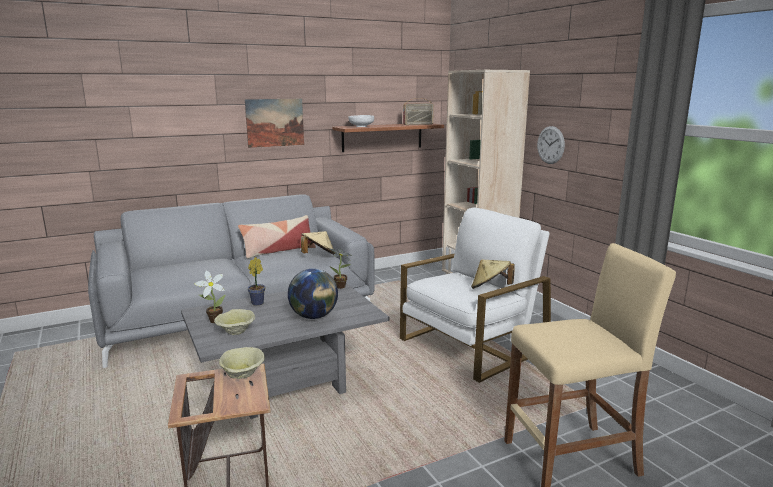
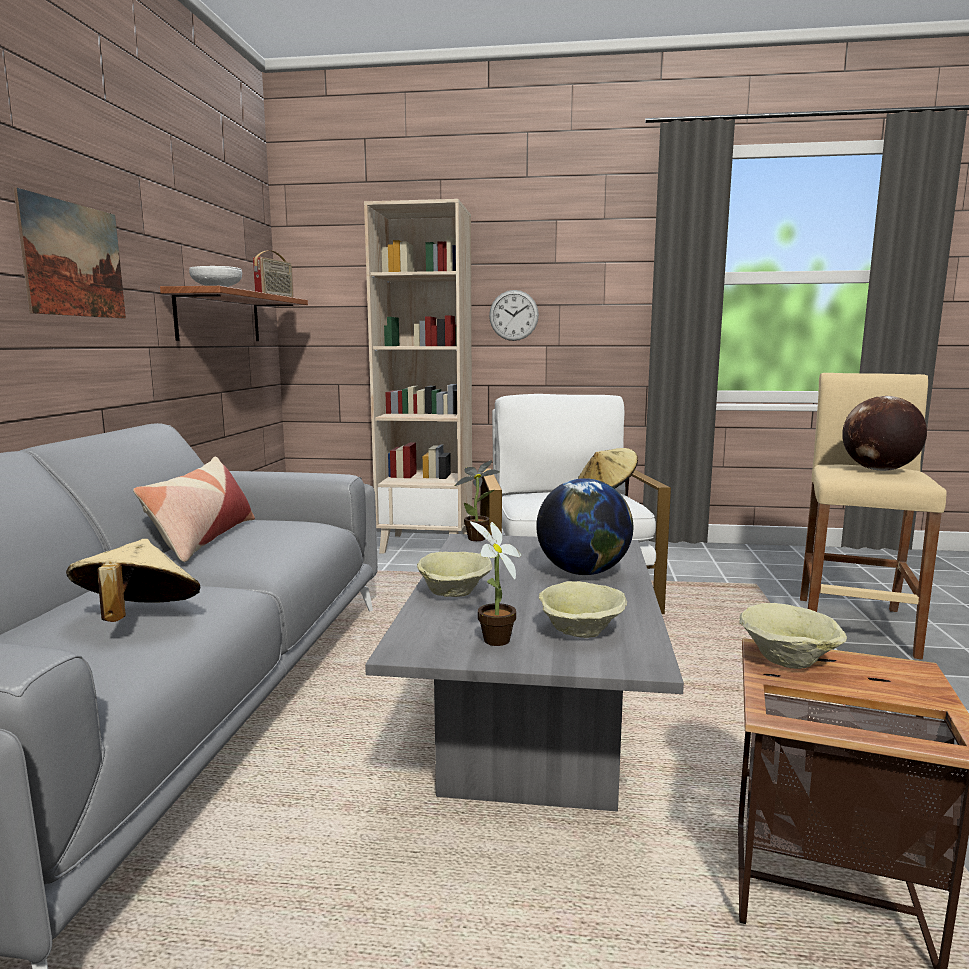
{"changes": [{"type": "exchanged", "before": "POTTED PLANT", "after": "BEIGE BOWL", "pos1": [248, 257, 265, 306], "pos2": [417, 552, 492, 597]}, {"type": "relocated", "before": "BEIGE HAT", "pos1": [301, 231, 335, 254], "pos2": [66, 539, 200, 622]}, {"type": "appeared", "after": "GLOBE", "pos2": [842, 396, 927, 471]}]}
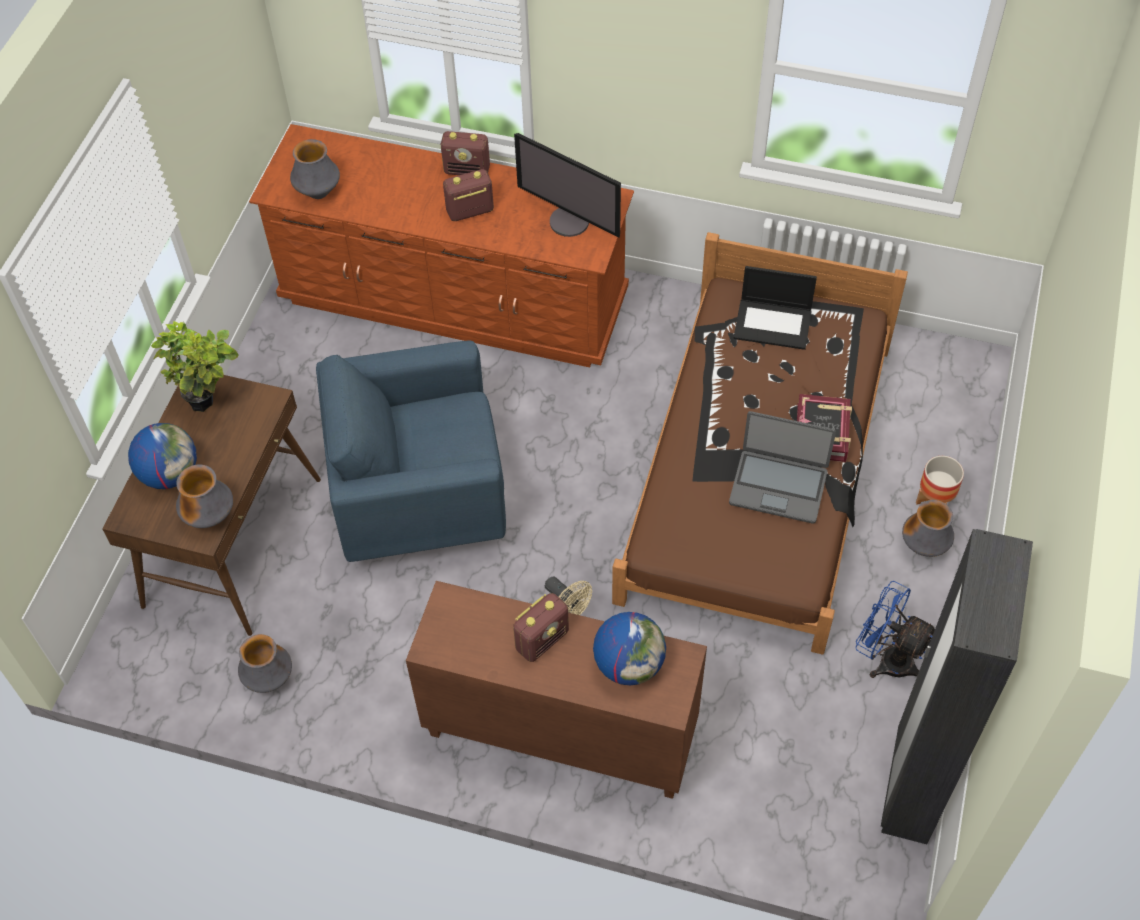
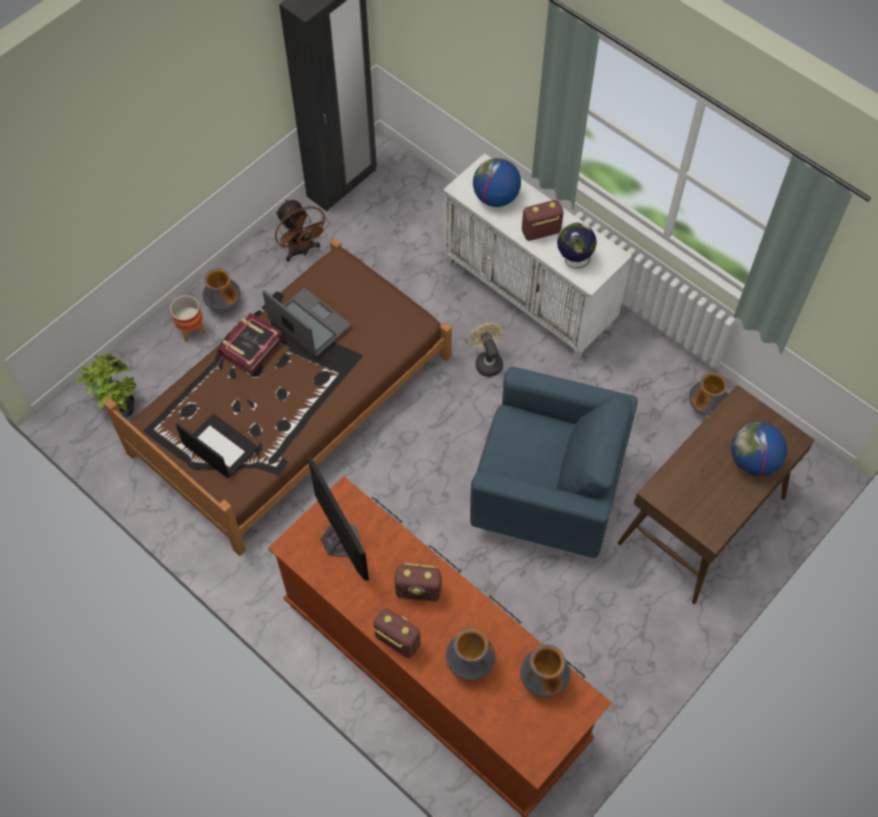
{"changes": [{"type": "relocated", "before": "POTTED PLANT", "pos1": [151, 321, 238, 412], "pos2": [75, 354, 137, 417]}, {"type": "relocated", "before": "VASE", "pos1": [176, 464, 233, 528], "pos2": [446, 628, 496, 680]}, {"type": "colour", "before": "BROWN CABINET", "after": "WHITE CABINET", "pos1": [406, 581, 707, 799], "pos2": [443, 153, 632, 360]}, {"type": "colour", "before": "BLUE FAN", "after": "BROWN FAN", "pos1": [855, 581, 935, 678], "pos2": [275, 199, 330, 261]}, {"type": "appeared", "after": "GLOBE", "pos2": [557, 222, 597, 268]}]}
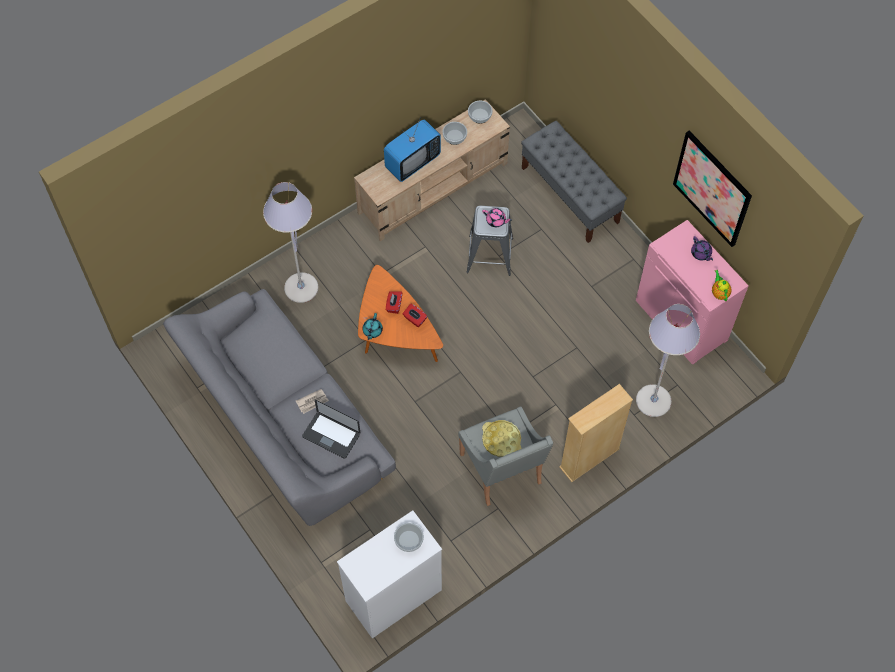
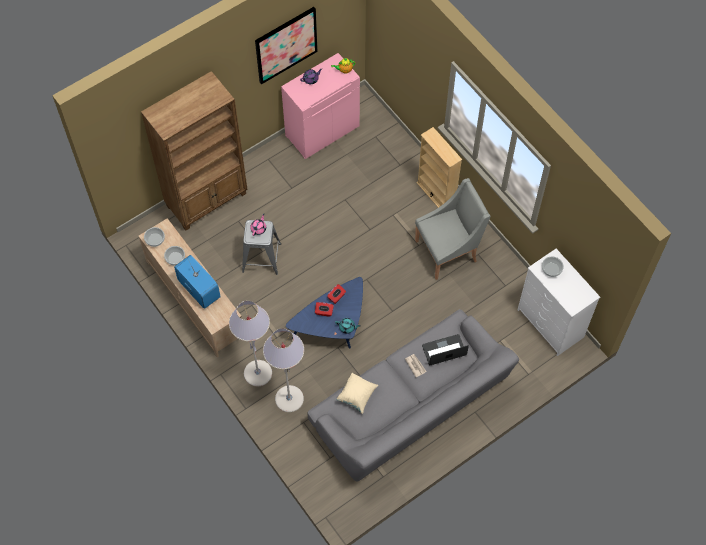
{"changes": [{"type": "spun", "before": "LAPTOP", "pos1": [302, 400, 360, 459], "pos2": [422, 334, 469, 365], "turn": -135}, {"type": "colour", "before": "ORANGE COFFEE TABLE", "after": "BLUE COFFEE TABLE", "pos1": [358, 265, 443, 362], "pos2": [286, 277, 363, 348]}, {"type": "missing", "before": "YELLOW TRAY", "pos1": [482, 420, 521, 457]}, {"type": "exchanged", "before": "GREY BENCH", "after": "BROWN BOOKCASE", "pos1": [521, 121, 627, 243], "pos2": [141, 71, 248, 231]}, {"type": "relocated", "before": "GREY FLOOR LAMP", "pos1": [636, 304, 700, 417], "pos2": [229, 301, 272, 386]}, {"type": "appeared", "after": "BEIGE PILLOW", "pos2": [336, 373, 378, 414]}]}
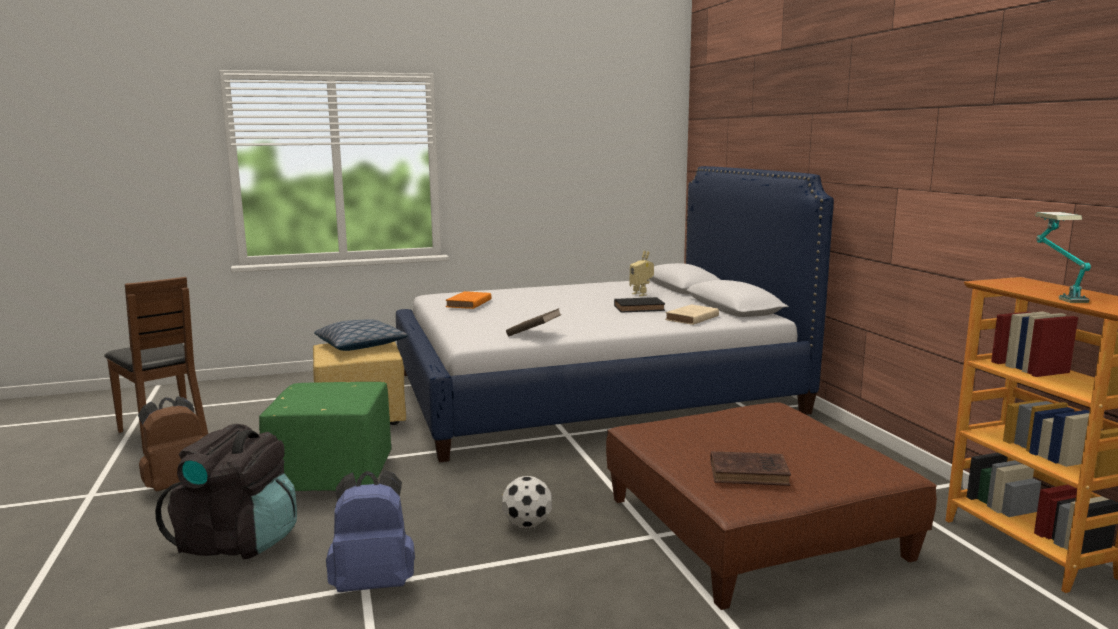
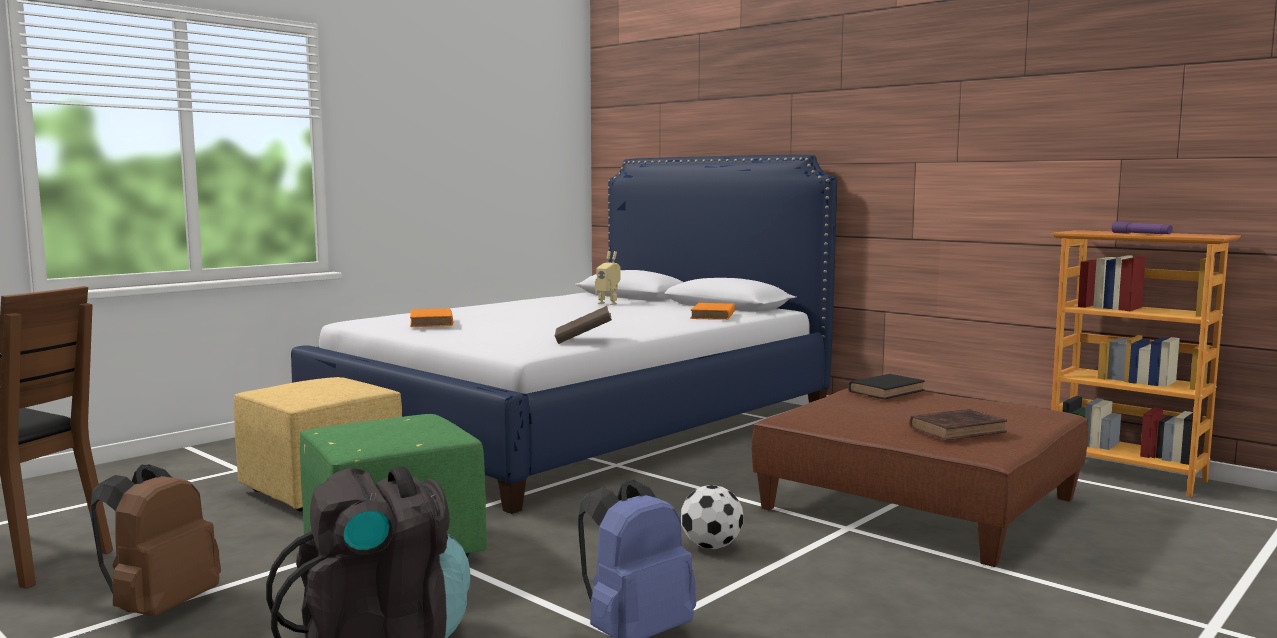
{"changes": [{"type": "missing", "before": "PILLOW", "pos1": [314, 319, 408, 351]}, {"type": "relocated", "before": "BLACK BOOK", "pos1": [614, 297, 665, 313], "pos2": [849, 374, 925, 399]}, {"type": "colour", "before": "BEIGE BOOK", "after": "ORANGE BOOK", "pos1": [665, 304, 719, 325], "pos2": [690, 303, 735, 320]}, {"type": "exchanged", "before": "TABLE LAMP", "after": "PURPLE FLASHLIGHT", "pos1": [1035, 212, 1091, 303], "pos2": [1111, 221, 1173, 234]}]}
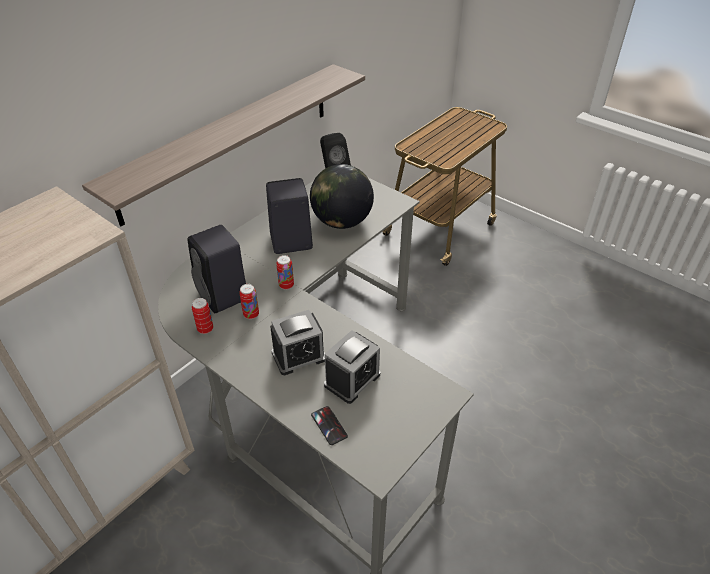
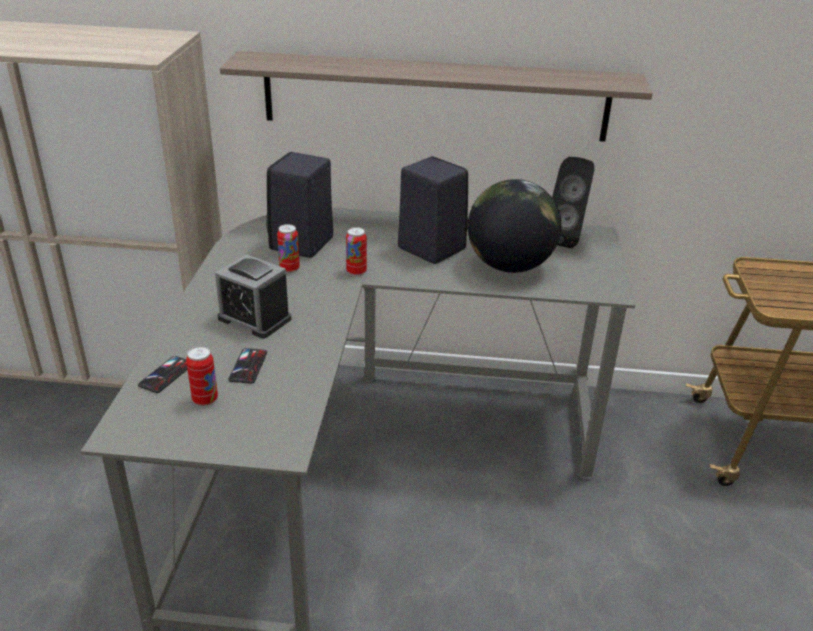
{"changes": [{"type": "relocated", "before": "CAN", "pos1": [192, 298, 213, 334], "pos2": [186, 346, 218, 406]}, {"type": "exchanged", "before": "ALARM CLOCK", "after": "PHONE", "pos1": [324, 330, 380, 404], "pos2": [229, 348, 267, 384]}]}
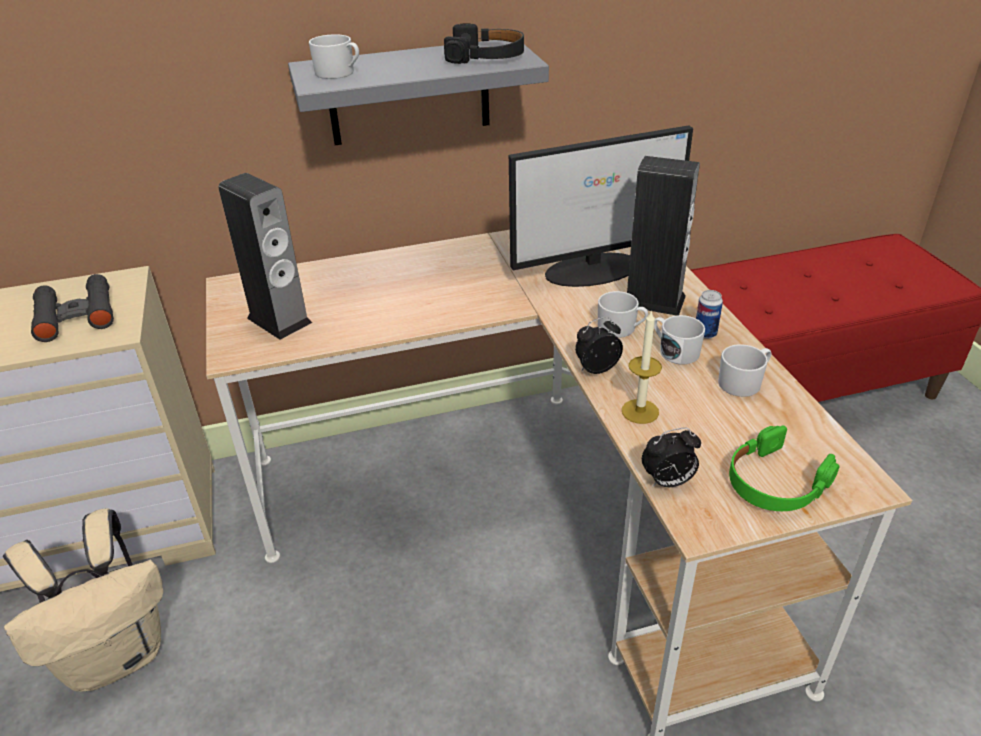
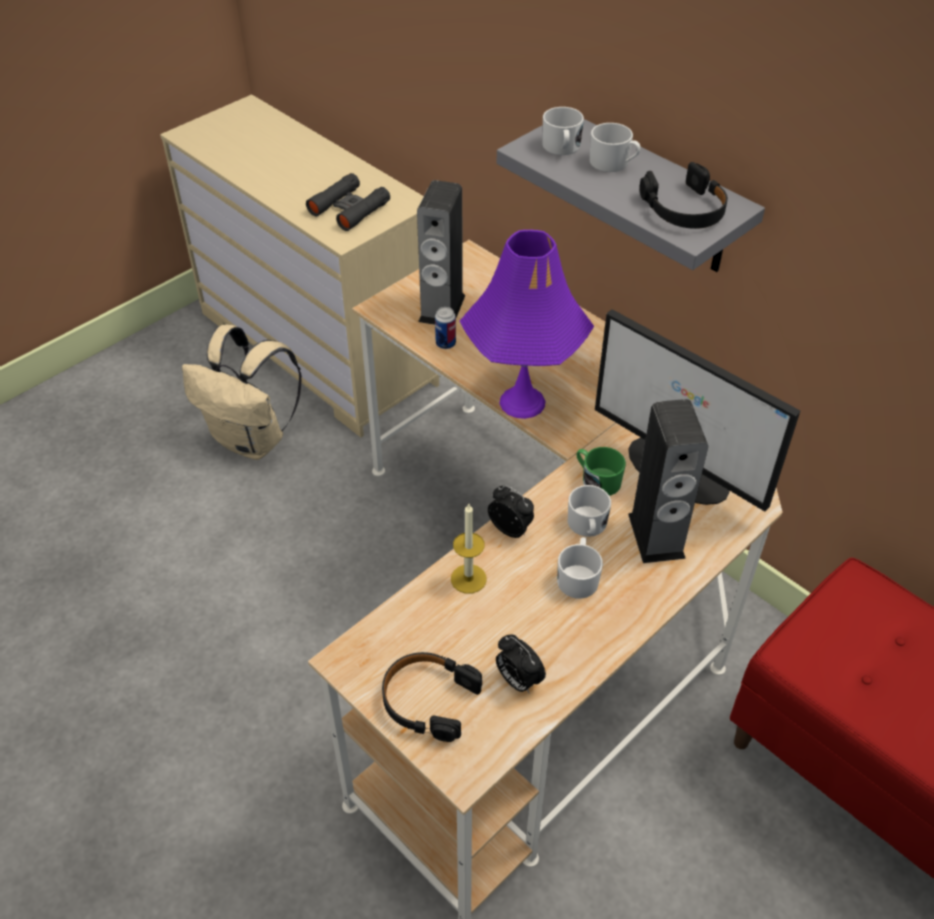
{"changes": [{"type": "relocated", "before": "ALARM CLOCK", "pos1": [642, 428, 701, 487], "pos2": [496, 634, 546, 694]}, {"type": "relocated", "before": "CAN", "pos1": [696, 290, 723, 339], "pos2": [435, 307, 456, 349]}, {"type": "relocated", "before": "WHITE MUG", "pos1": [718, 344, 771, 397], "pos2": [590, 123, 641, 172]}, {"type": "colour", "before": "GREEN HEADPHONES", "after": "BLACK HEADPHONES", "pos1": [729, 425, 840, 511], "pos2": [382, 652, 482, 742]}, {"type": "appeared", "after": "PURPLE TABLE LAMP", "pos2": [460, 230, 594, 419]}, {"type": "appeared", "after": "GREEN MUG", "pos2": [576, 447, 626, 496]}]}
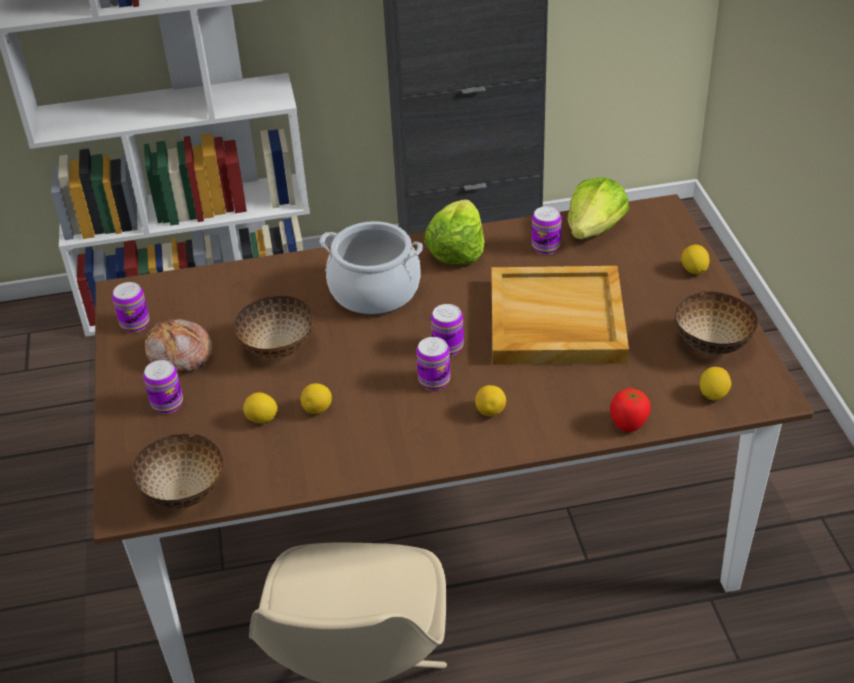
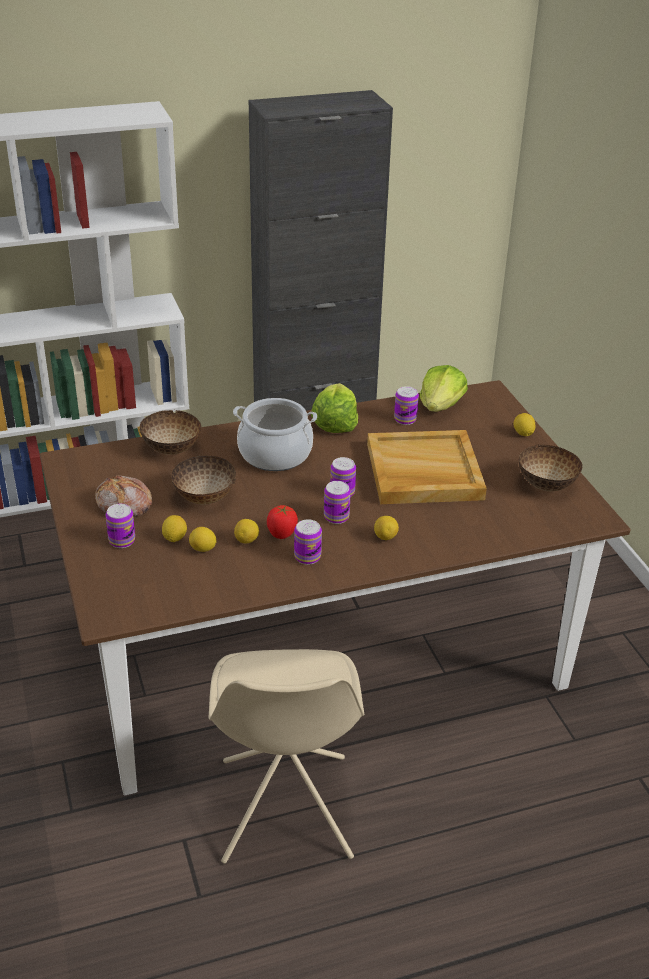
{"changes": [{"type": "relocated", "before": "CAN", "pos1": [112, 282, 150, 332], "pos2": [294, 519, 322, 565]}, {"type": "relocated", "before": "BOWL", "pos1": [132, 433, 223, 509], "pos2": [140, 410, 201, 455]}, {"type": "relocated", "before": "TOMATO", "pos1": [610, 388, 651, 432], "pos2": [267, 505, 298, 539]}, {"type": "relocated", "before": "LEMON", "pos1": [700, 367, 731, 401], "pos2": [162, 515, 187, 542]}]}
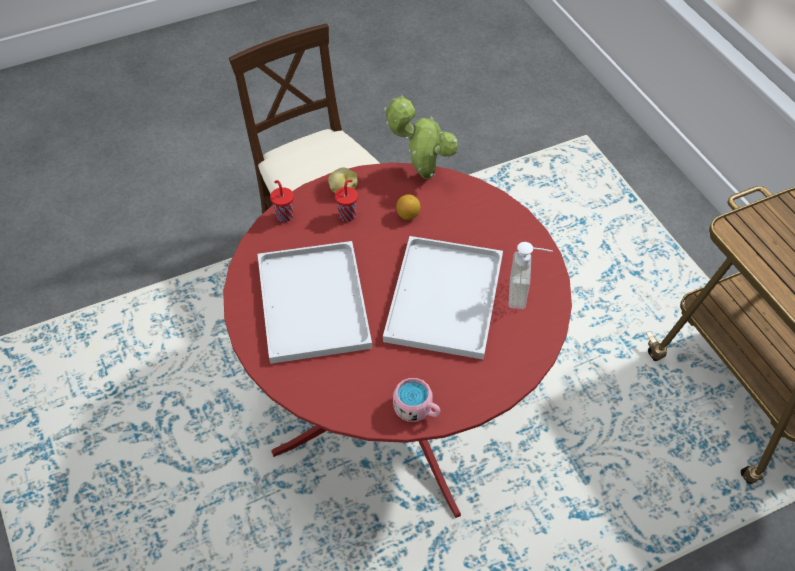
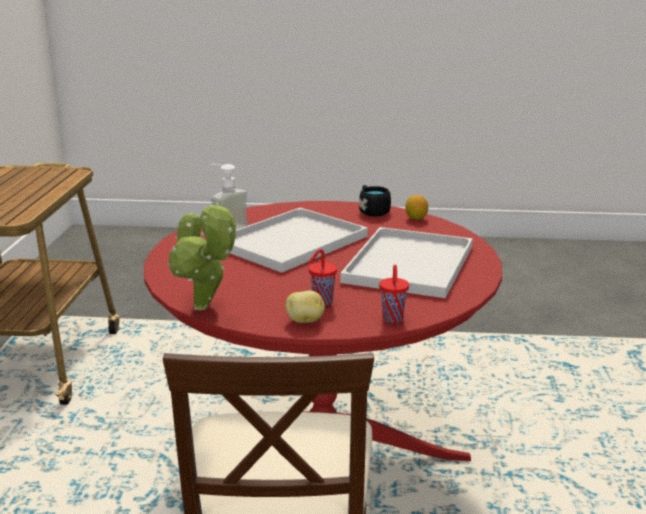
{"changes": [{"type": "colour", "before": "PINK MUG", "after": "BLACK MUG", "pos1": [393, 378, 440, 422], "pos2": [359, 185, 391, 216]}, {"type": "relocated", "before": "LEMON", "pos1": [396, 194, 420, 220], "pos2": [405, 195, 428, 220]}]}
